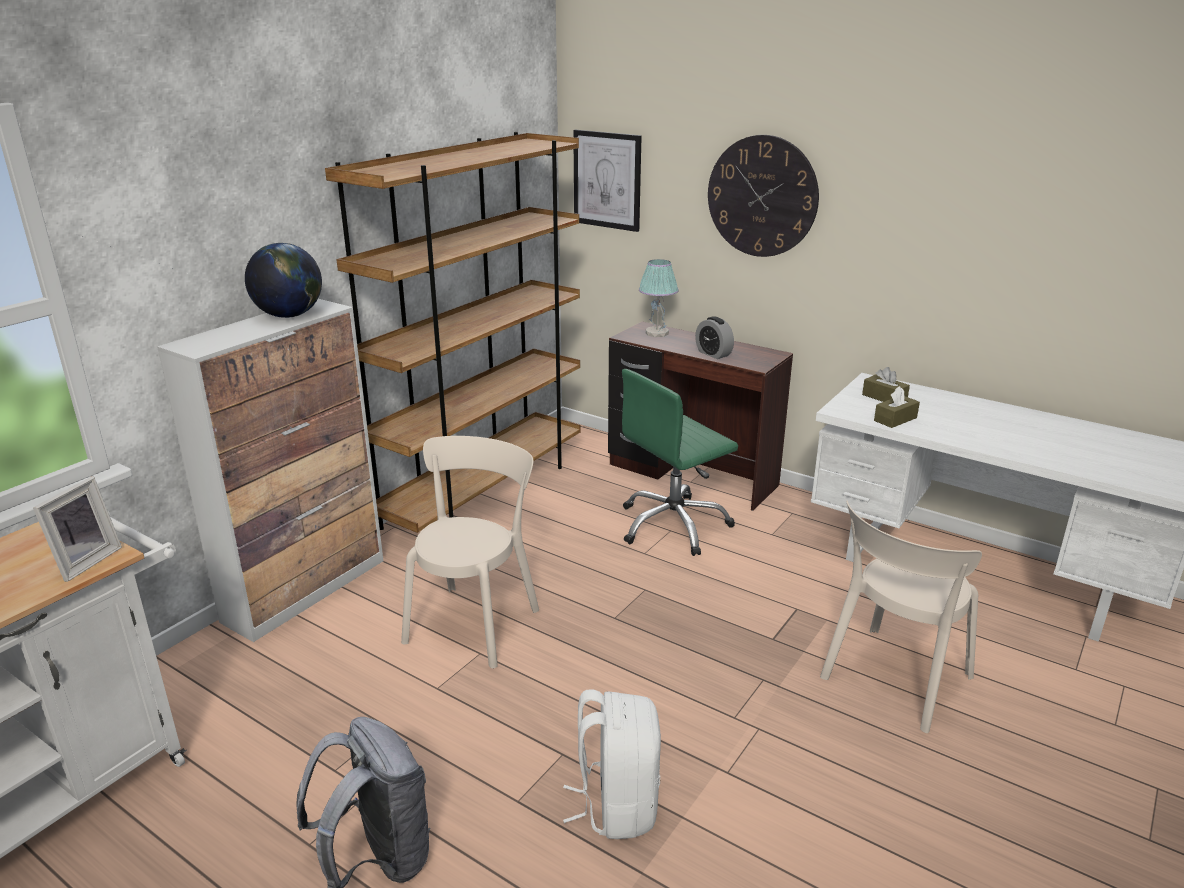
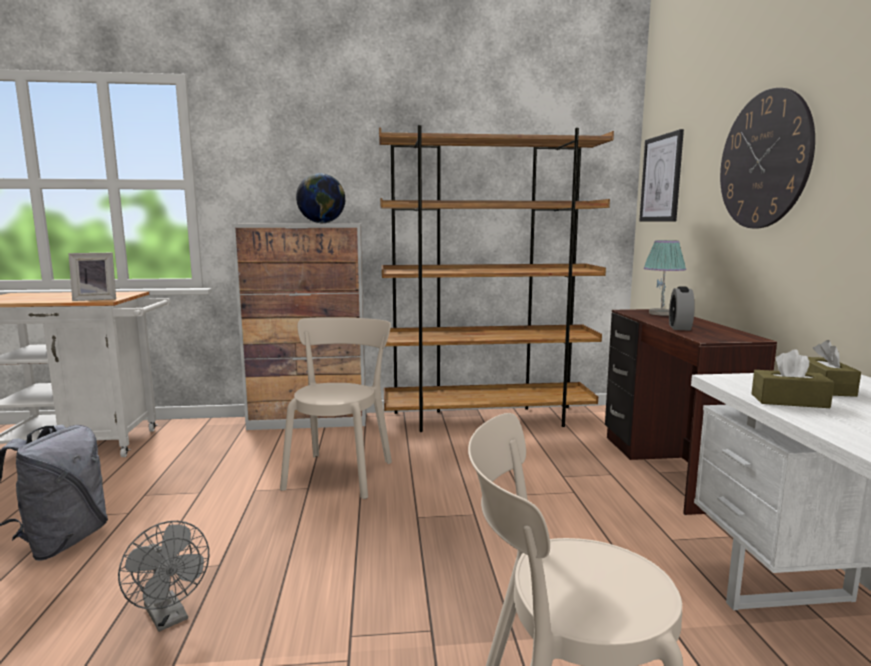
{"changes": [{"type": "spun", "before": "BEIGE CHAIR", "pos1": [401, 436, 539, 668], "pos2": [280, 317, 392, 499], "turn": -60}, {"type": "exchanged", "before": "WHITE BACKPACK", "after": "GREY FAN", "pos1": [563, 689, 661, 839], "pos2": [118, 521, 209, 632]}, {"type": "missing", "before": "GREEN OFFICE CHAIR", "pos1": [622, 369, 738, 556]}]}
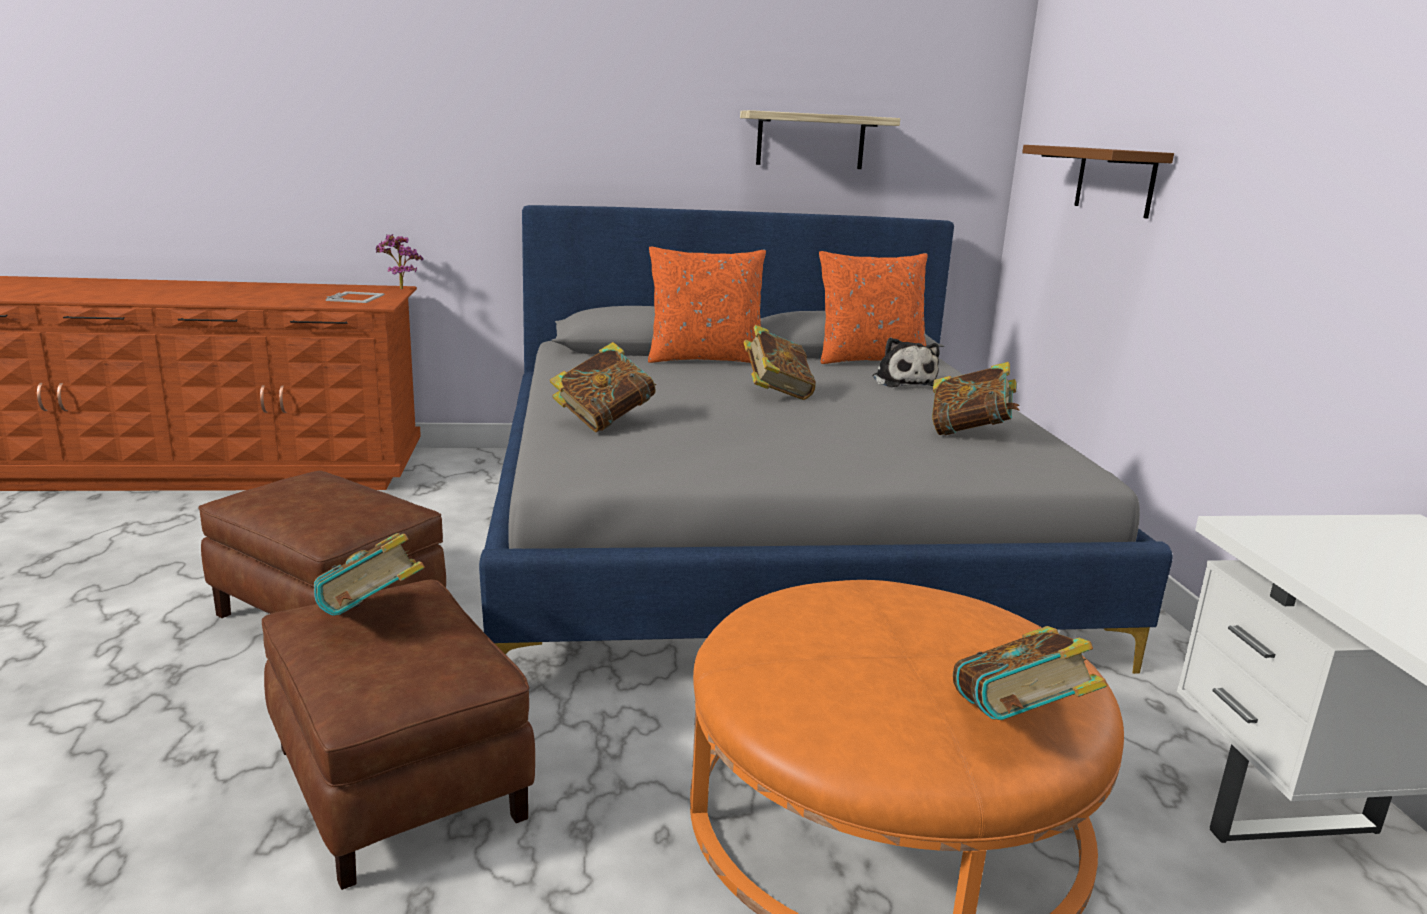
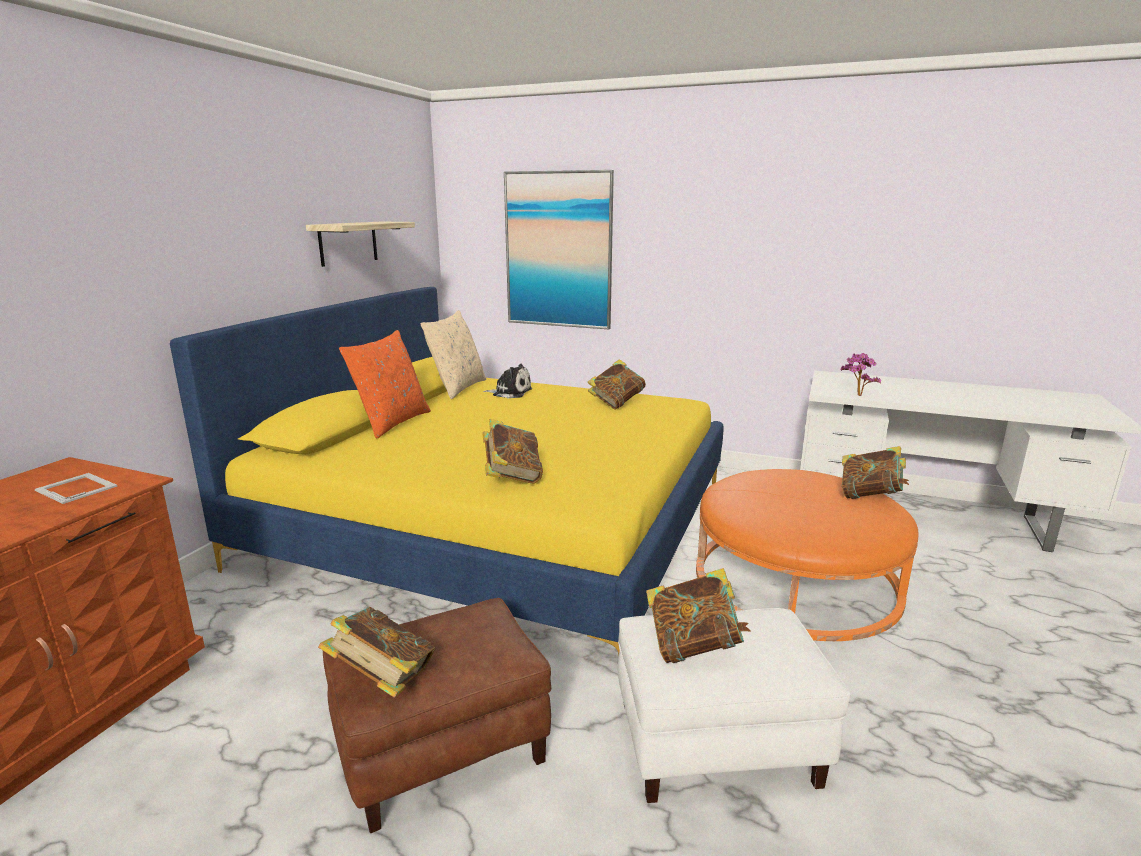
{"changes": [{"type": "colour", "before": "BROWN OTTOMAN", "after": "WHITE OTTOMAN", "pos1": [262, 579, 535, 890], "pos2": [618, 608, 851, 803]}, {"type": "relocated", "before": "POTTED PLANT", "pos1": [375, 234, 423, 289], "pos2": [841, 353, 881, 396]}, {"type": "colour", "before": "GREY BED", "after": "YELLOW BED", "pos1": [479, 205, 1173, 674], "pos2": [170, 287, 724, 654]}, {"type": "relocated", "before": "BOOK", "pos1": [743, 325, 816, 400], "pos2": [318, 607, 435, 698]}, {"type": "colour", "before": "ORANGE PILLOW", "after": "BEIGE PILLOW", "pos1": [819, 251, 928, 364], "pos2": [421, 310, 487, 399]}, {"type": "exchanged", "before": "BROWN SHELF", "after": "PICTURE", "pos1": [1022, 145, 1174, 219], "pos2": [504, 170, 614, 329]}]}
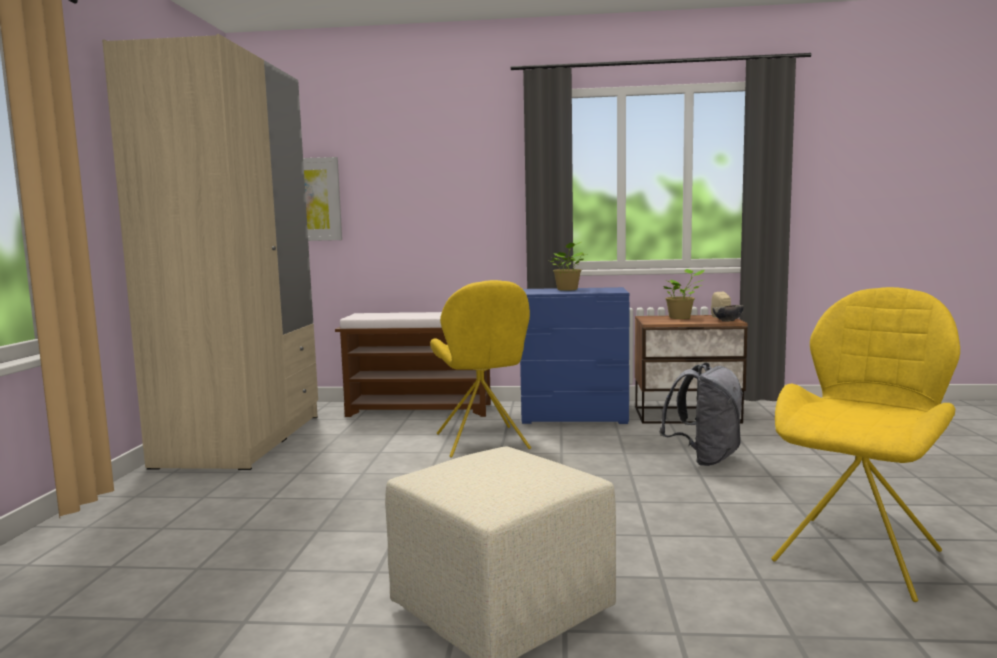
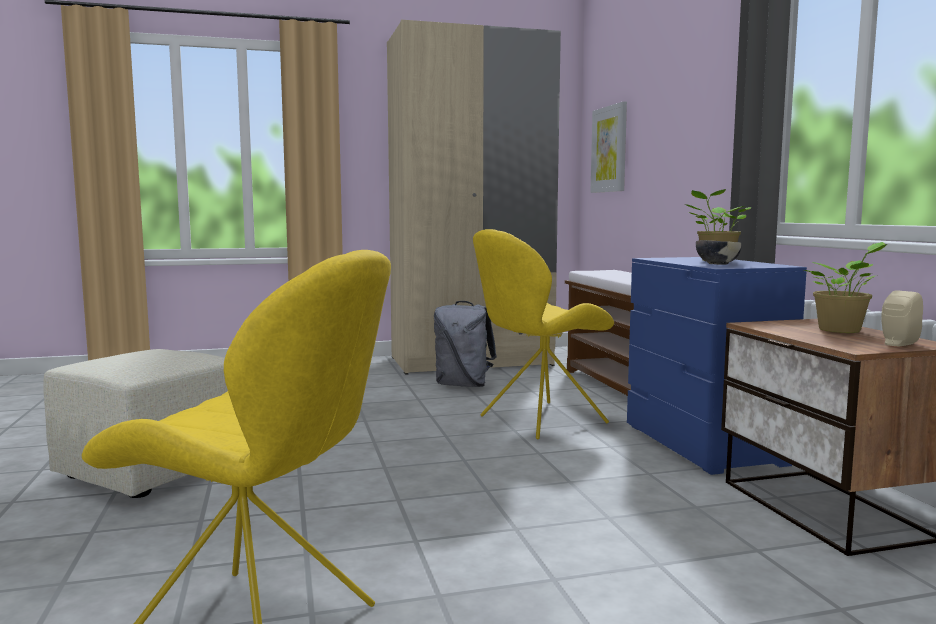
{"changes": [{"type": "relocated", "before": "GREY BACKPACK", "pos1": [659, 363, 743, 466], "pos2": [434, 301, 497, 387]}, {"type": "relocated", "before": "BOWL", "pos1": [712, 305, 744, 322], "pos2": [696, 240, 742, 265]}]}
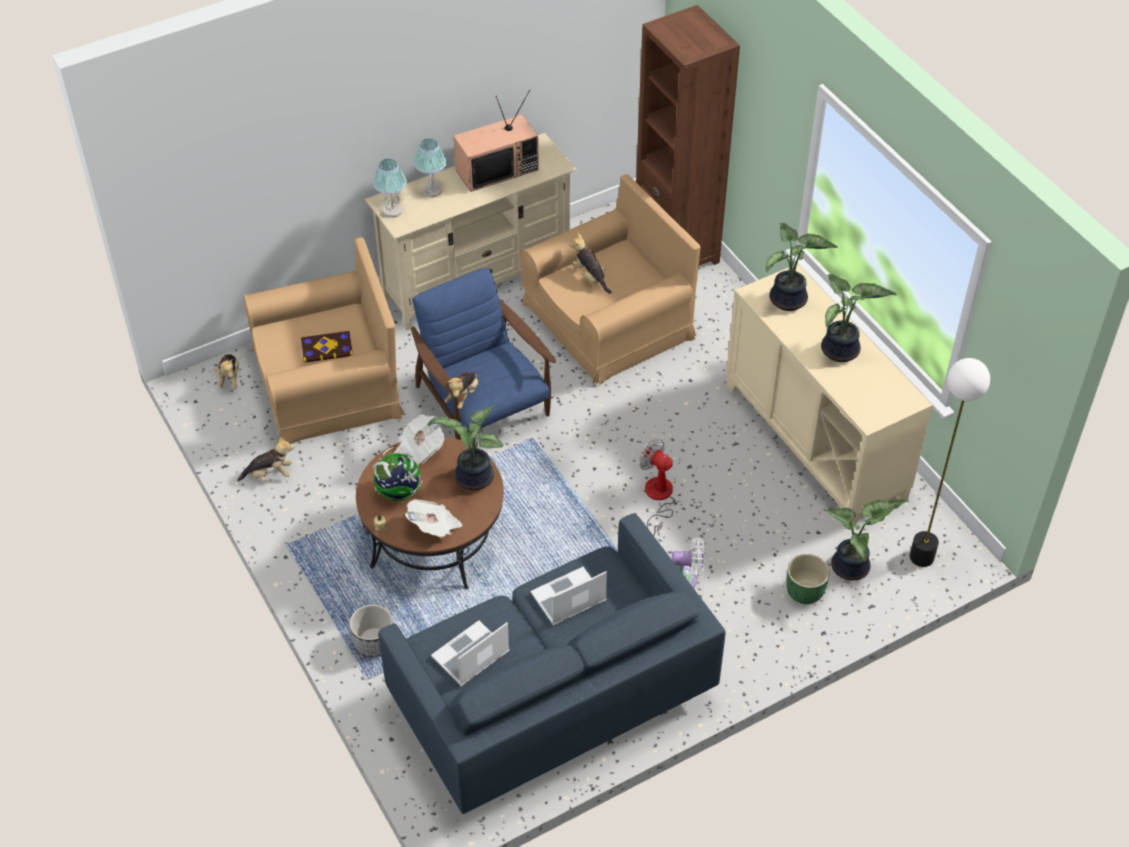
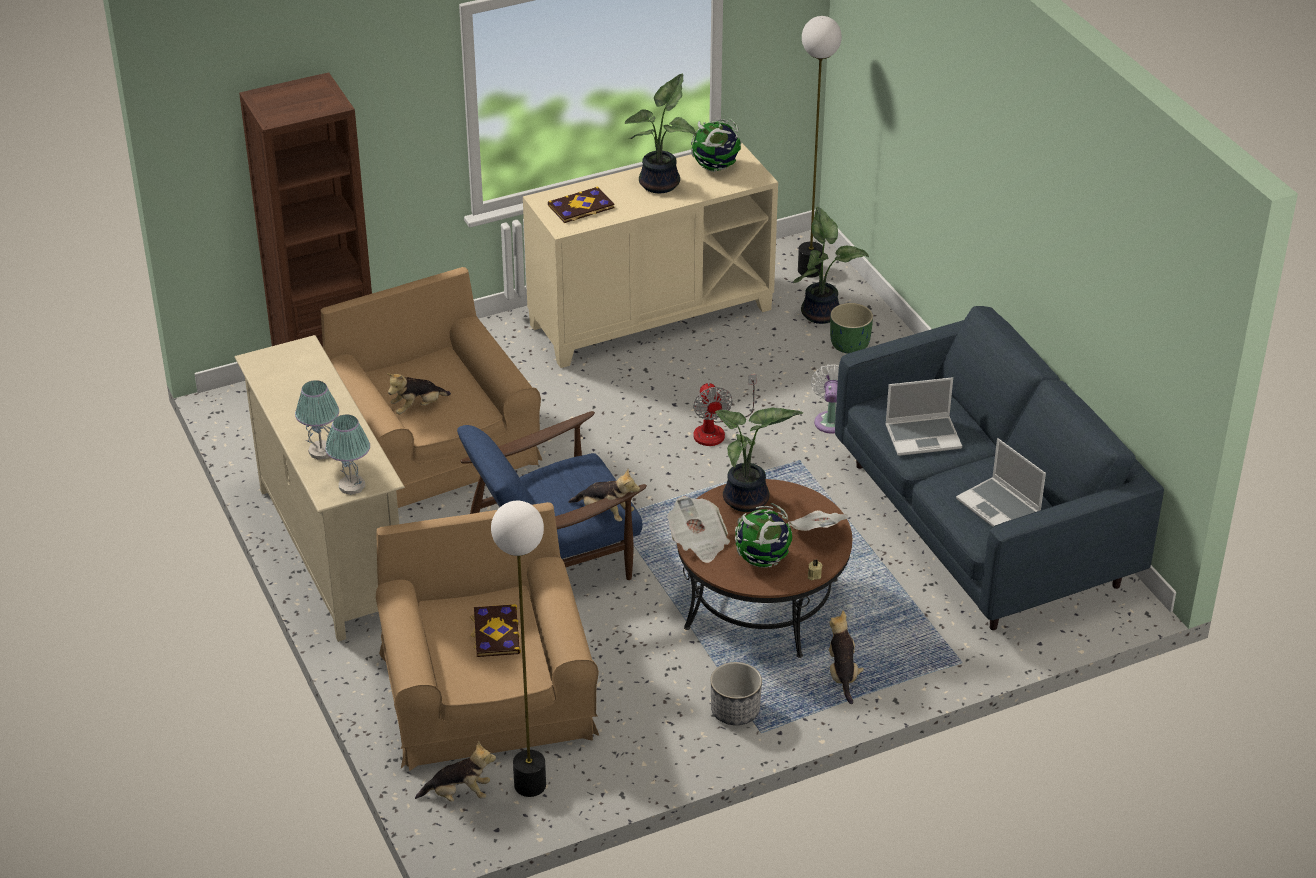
{"changes": [{"type": "relocated", "before": "PLUSH TOY", "pos1": [237, 436, 294, 481], "pos2": [829, 611, 864, 704]}, {"type": "relocated", "before": "PLANTER", "pos1": [350, 605, 393, 657], "pos2": [711, 662, 762, 725]}, {"type": "missing", "before": "TELEVISION", "pos1": [454, 90, 539, 192]}, {"type": "spun", "before": "LAPTOP", "pos1": [531, 567, 607, 626], "pos2": [885, 377, 962, 456], "turn": -75}, {"type": "spun", "before": "FAN", "pos1": [639, 439, 675, 536], "pos2": [693, 374, 757, 446], "turn": -60}, {"type": "exchanged", "before": "POTTED PLANT", "after": "BOOK", "pos1": [765, 223, 838, 311], "pos2": [548, 186, 615, 223]}, {"type": "appeared", "after": "FLOOR LAMP", "pos2": [491, 501, 546, 797]}, {"type": "appeared", "after": "GLOBE", "pos2": [691, 119, 742, 172]}]}
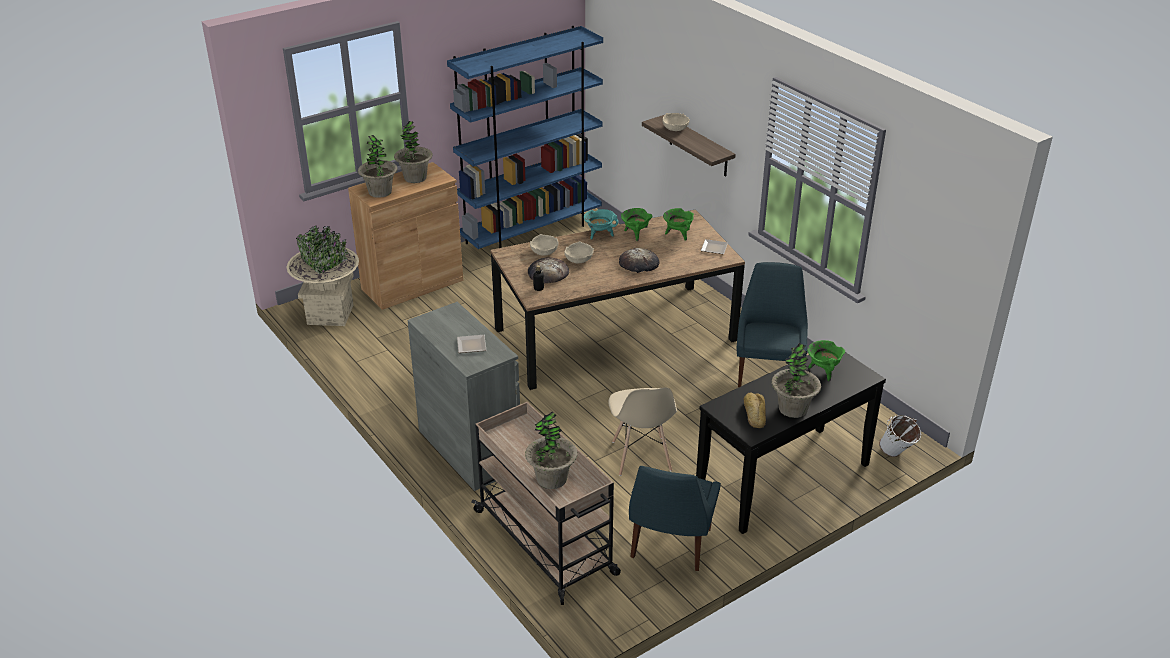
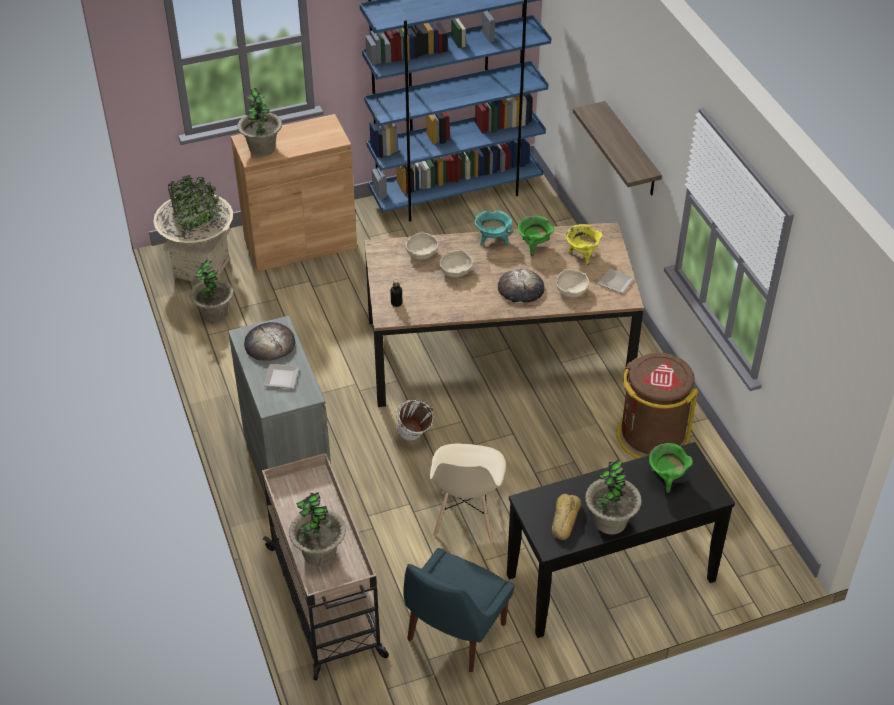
{"changes": [{"type": "relocated", "before": "POTTED PLANT", "pos1": [394, 121, 433, 183], "pos2": [190, 259, 234, 323]}, {"type": "relocated", "before": "BREAD", "pos1": [528, 257, 569, 283], "pos2": [244, 322, 295, 361]}, {"type": "relocated", "before": "BEIGE BOWL", "pos1": [663, 113, 690, 131], "pos2": [556, 269, 589, 297]}, {"type": "colour", "before": "GREEN COOKING POT", "after": "YELLOW COOKING POT", "pos1": [663, 208, 694, 241], "pos2": [566, 224, 603, 265]}, {"type": "exchanged", "before": "BLUE CHAIR", "after": "BROWN TRASH CAN", "pos1": [737, 262, 808, 387], "pos2": [617, 353, 698, 459]}, {"type": "relocated", "before": "WHITE BUCKET", "pos1": [879, 415, 921, 457], "pos2": [396, 399, 434, 441]}]}
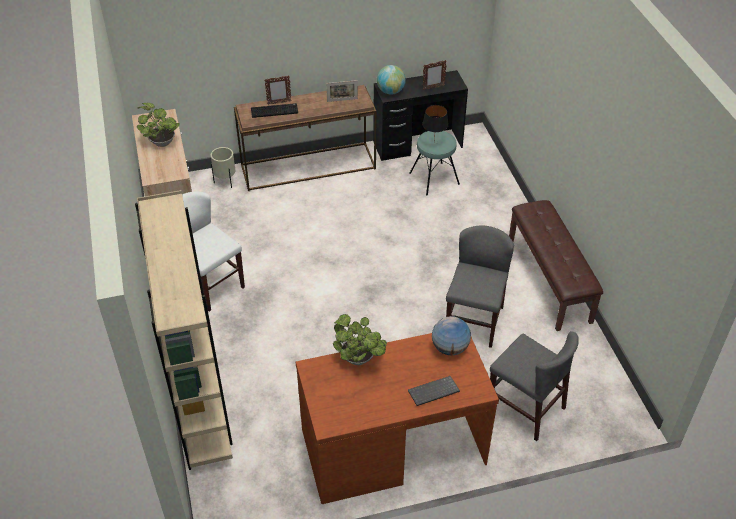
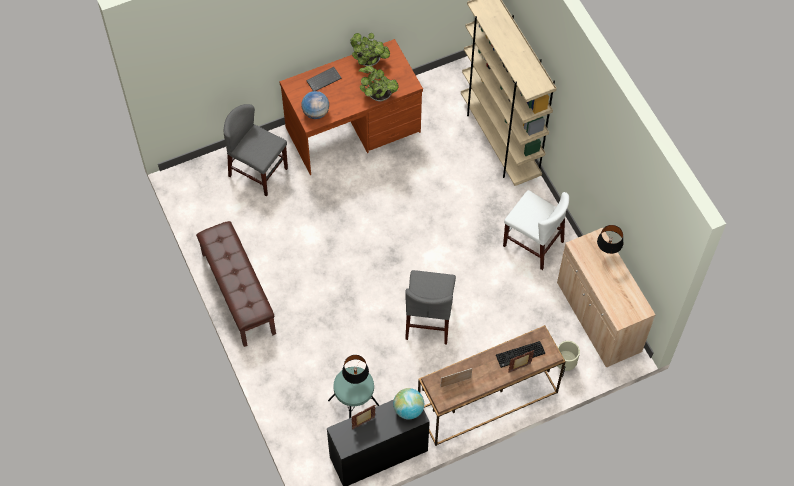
{"changes": [{"type": "relocated", "before": "POTTED PLANT", "pos1": [137, 103, 180, 147], "pos2": [350, 33, 390, 66]}, {"type": "relocated", "before": "GREY CHAIR", "pos1": [446, 225, 514, 348], "pos2": [405, 270, 456, 344]}, {"type": "appeared", "after": "BLACK TABLE LAMP", "pos2": [597, 225, 623, 254]}]}
